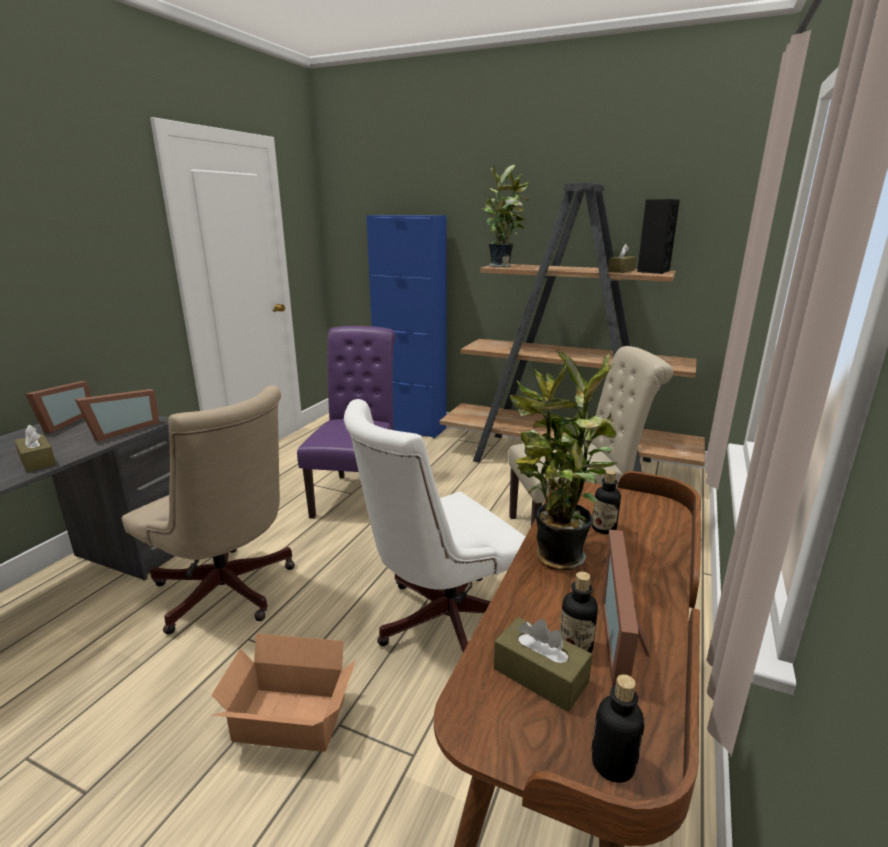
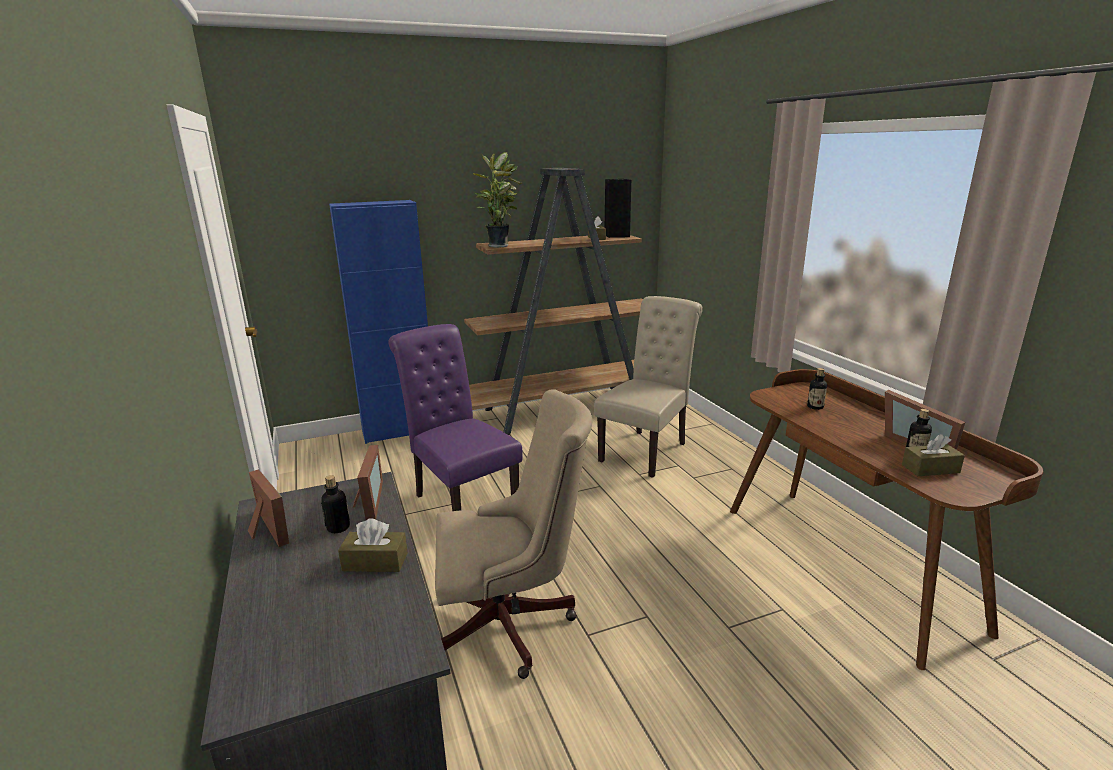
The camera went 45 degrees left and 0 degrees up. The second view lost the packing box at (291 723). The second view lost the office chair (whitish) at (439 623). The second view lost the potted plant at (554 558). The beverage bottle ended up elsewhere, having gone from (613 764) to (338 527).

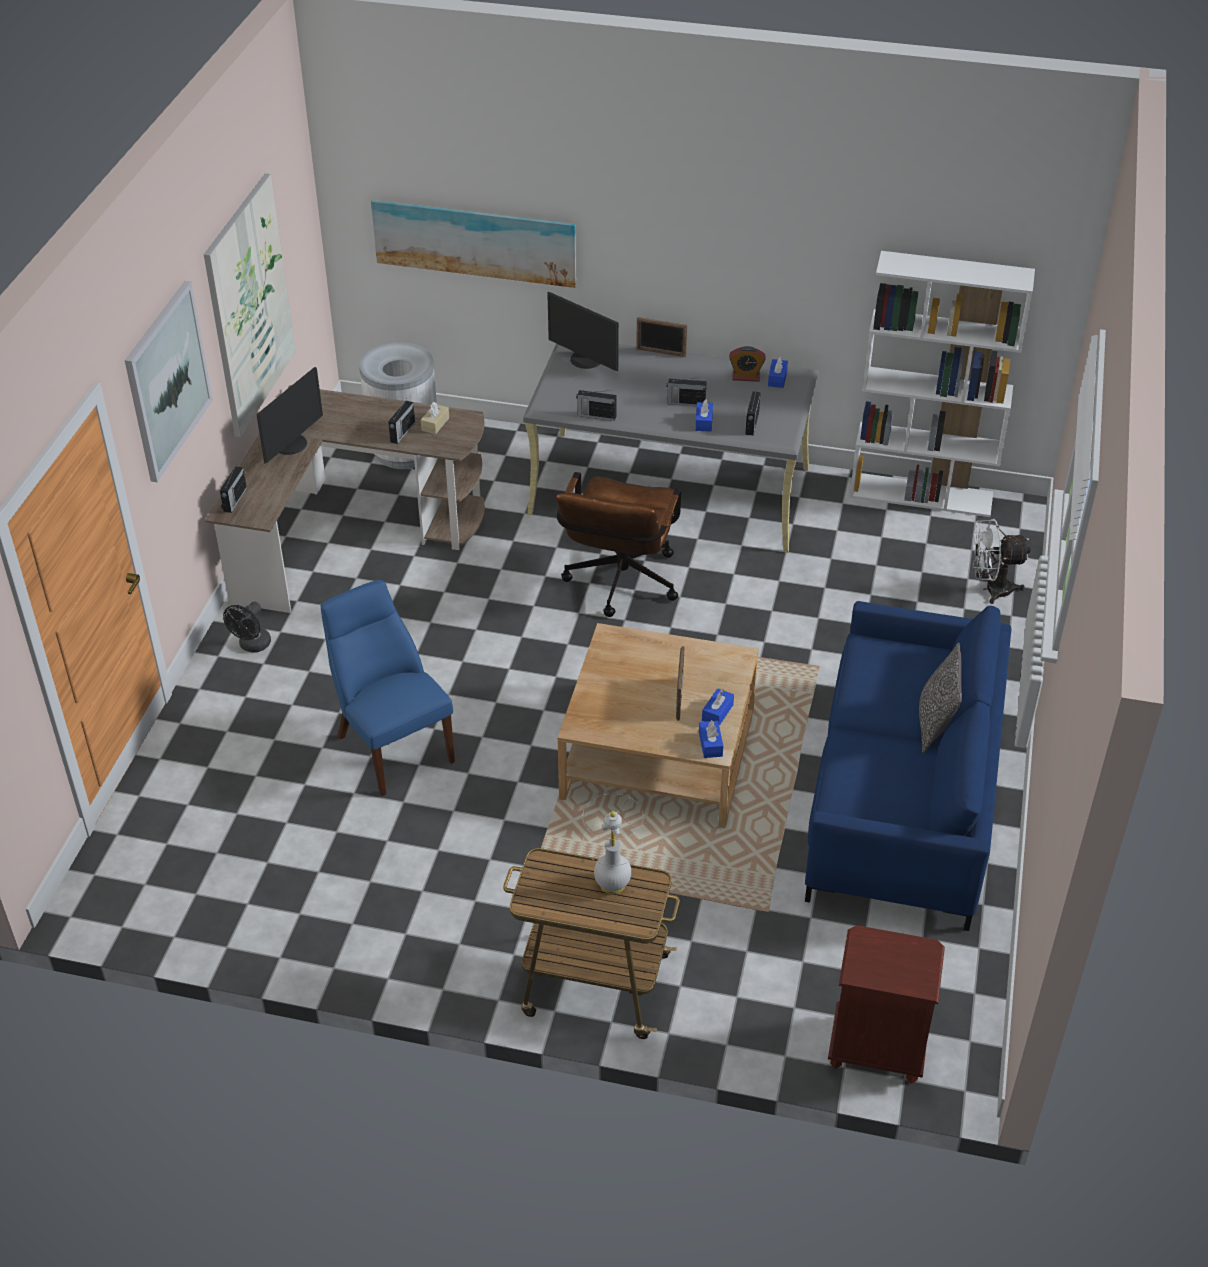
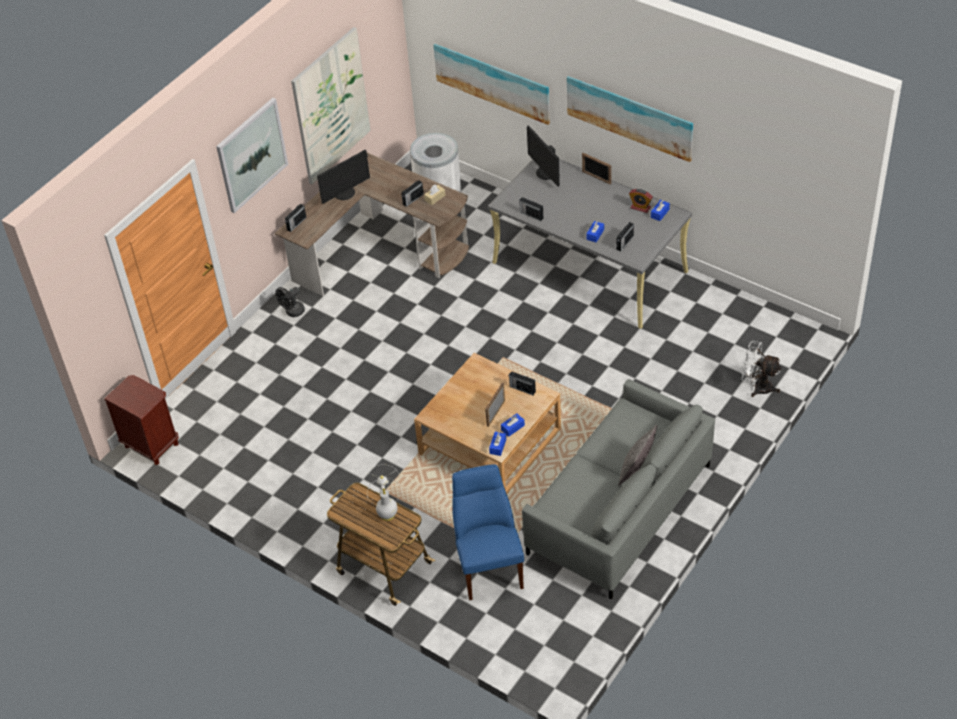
The camera went 25 degrees right and 5 degrees up. The chair (bluish) ended up elsewhere, having gone from (392 745) to (488 565). The second view lost the office chair (brown) at (619 586). The radio set ended up elsewhere, having gone from (685 403) to (522 389). What was the sofa (bluish) at (902 799) turned into the sofa (grey) at (618 509). The bedside table (brown) ended up elsewhere, having gone from (876 1049) to (151 445). The second view lost the bookcase (whitish) at (922 495). The second view gained the wall picture at (630 116).

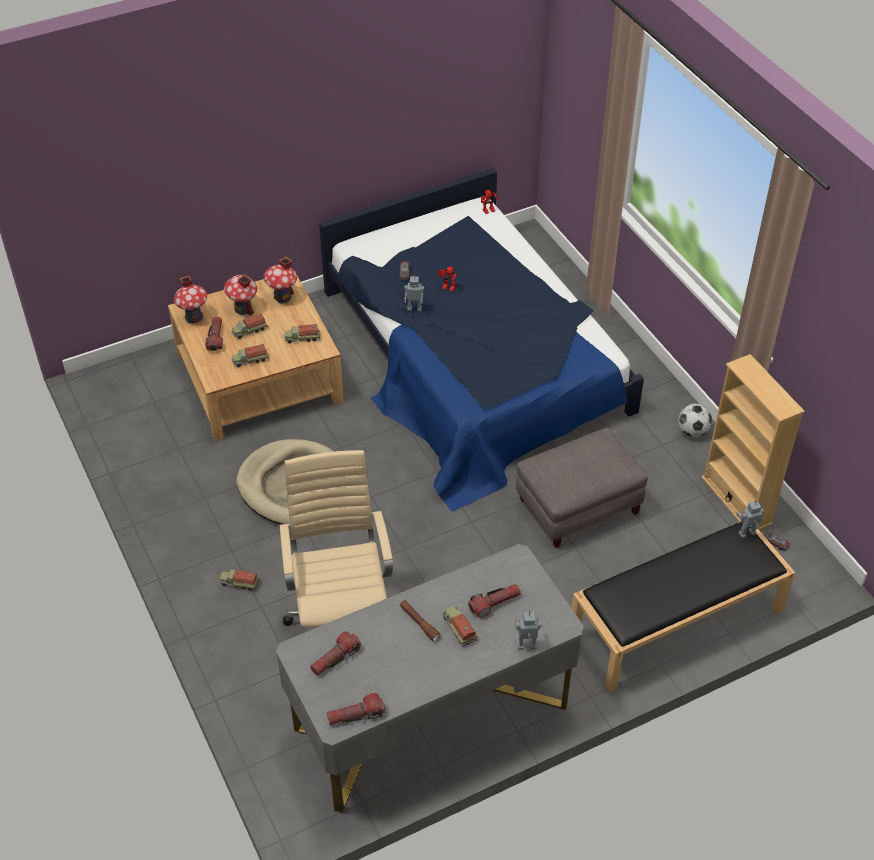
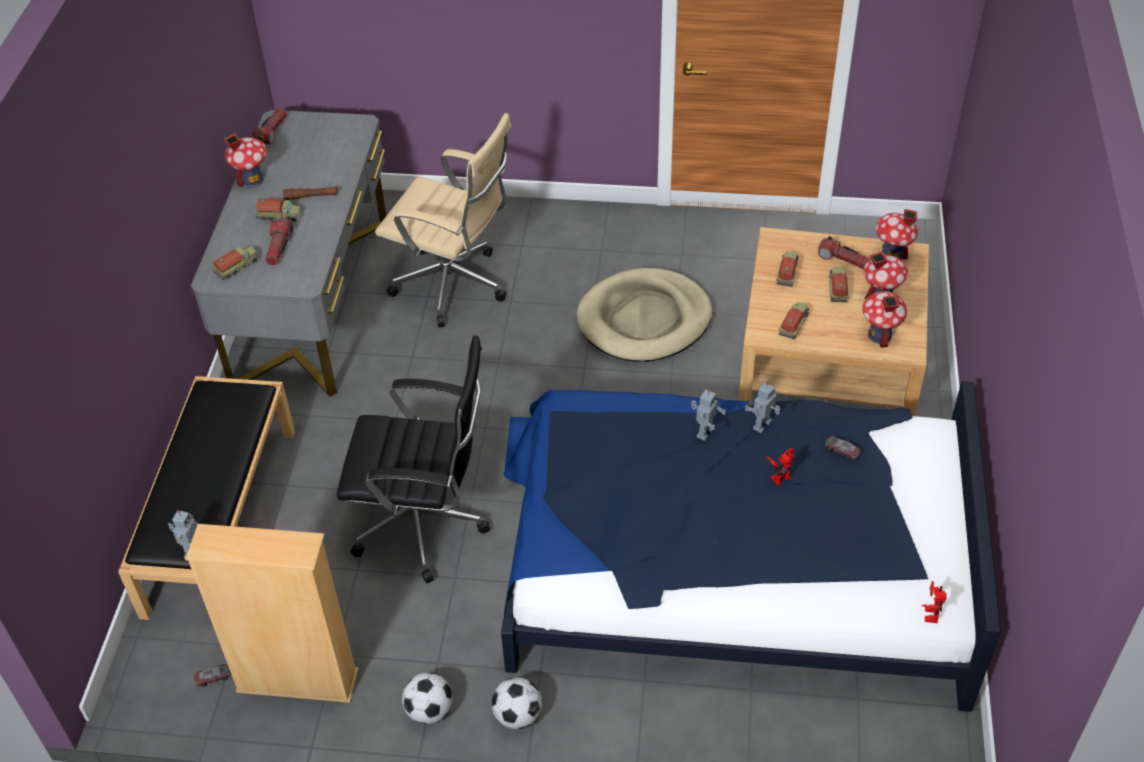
The camera went 125 degrees right and 0 degrees up. The toy truck ended up elsewhere, having gone from (239 583) to (237 267). The second view lost the torch at (335 658). Where the ottoman (grey) stood at (578 505), the office chair (black) came to stand at (426 527). The toy robot ended up elsewhere, having gone from (527 646) to (704 432). The second view gained the miniature house at (252 180). The second view gained the football ball at (518 715).

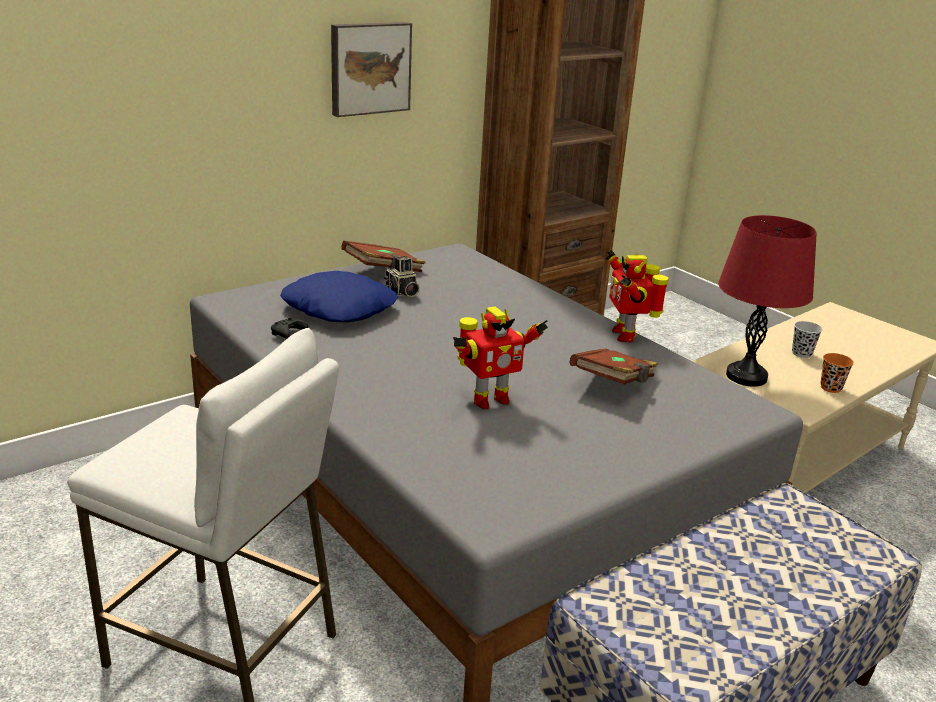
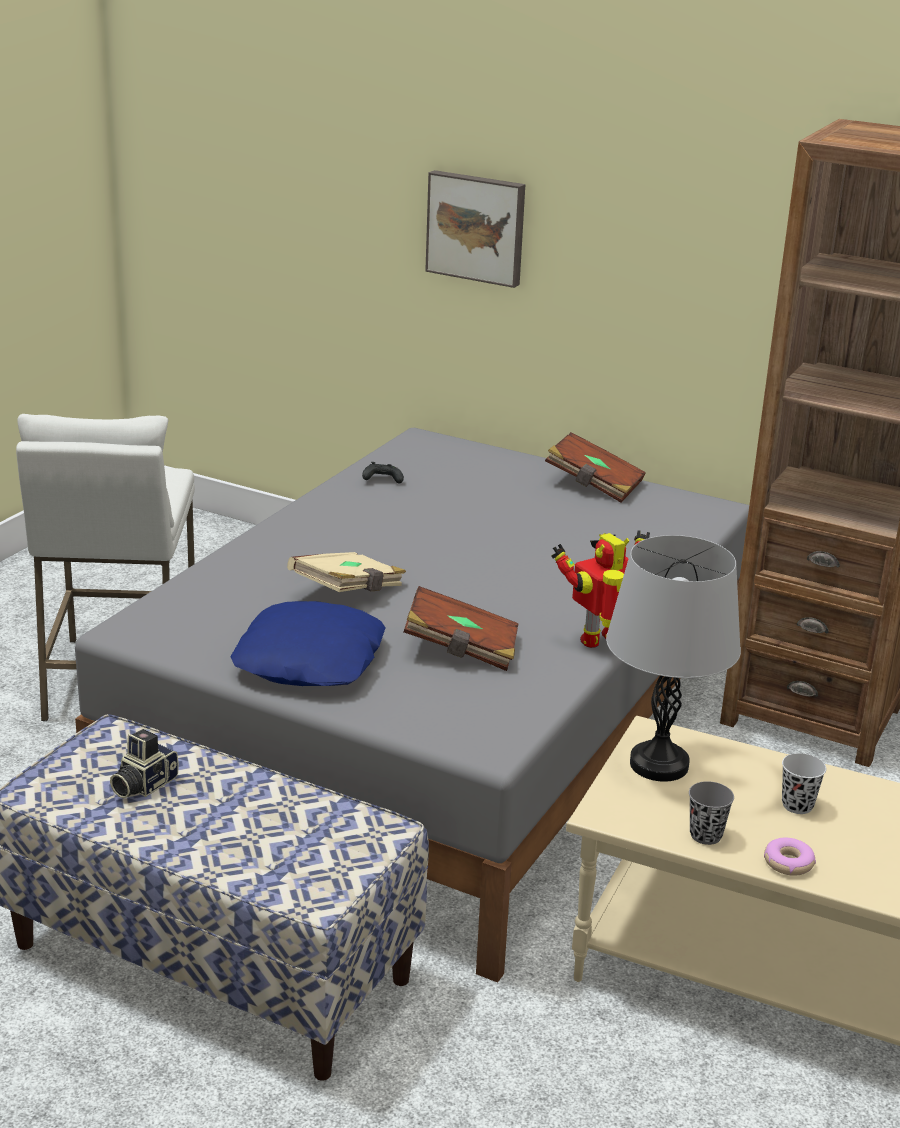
The camera went 65 degrees right and 0 degrees up. The cushion (bluish) ended up elsewhere, having gone from (340 308) to (311 660). The wall picture ended up elsewhere, having gone from (369 68) to (477 227). The still camera ended up elsewhere, having gone from (402 292) to (142 784). Where the toy robot stood at (488 400), the volume (beige) came to stand at (348 592). What was the tabletop lamp (red-coloured) at (746 377) turned into the tabletop lamp (grey) at (659 765). What was the drinking cup (orangey) at (830 388) turned into the drinking cup (grey) at (705 835). The second view gained the ring doughnut at (788 863).

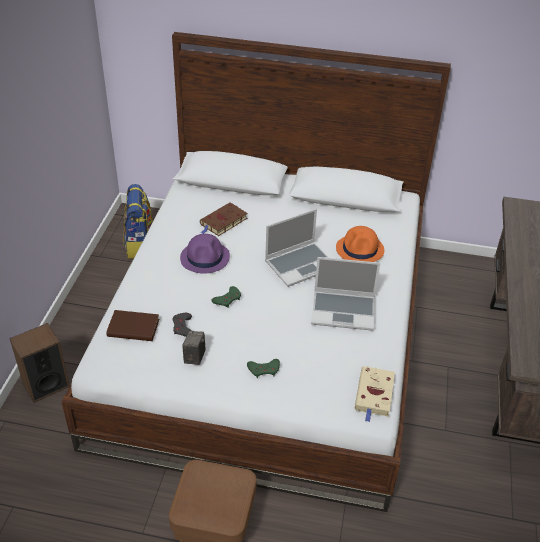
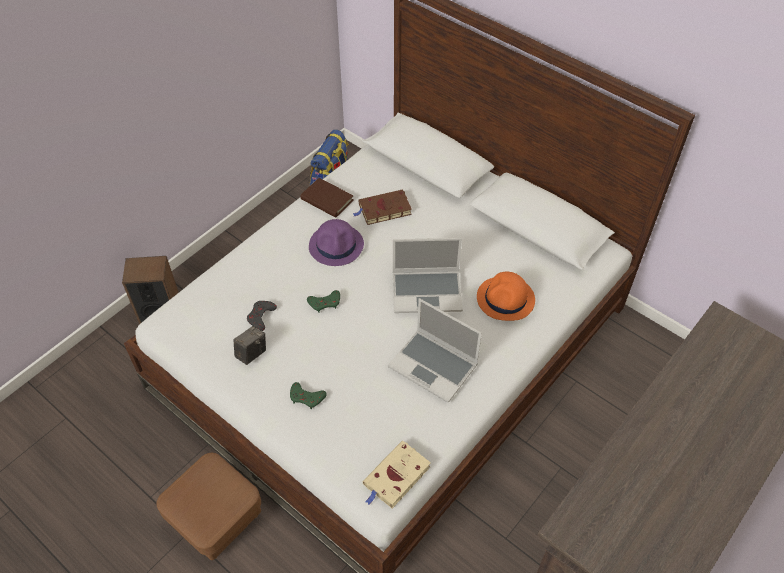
The camera went 30 degrees right and 10 degrees up. The volume (brown) ended up elsewhere, having gone from (133 328) to (327 200).

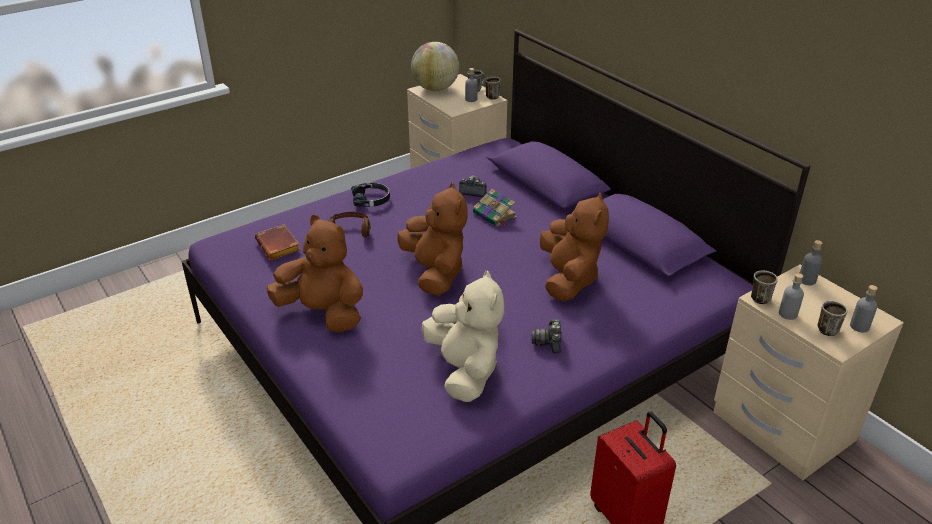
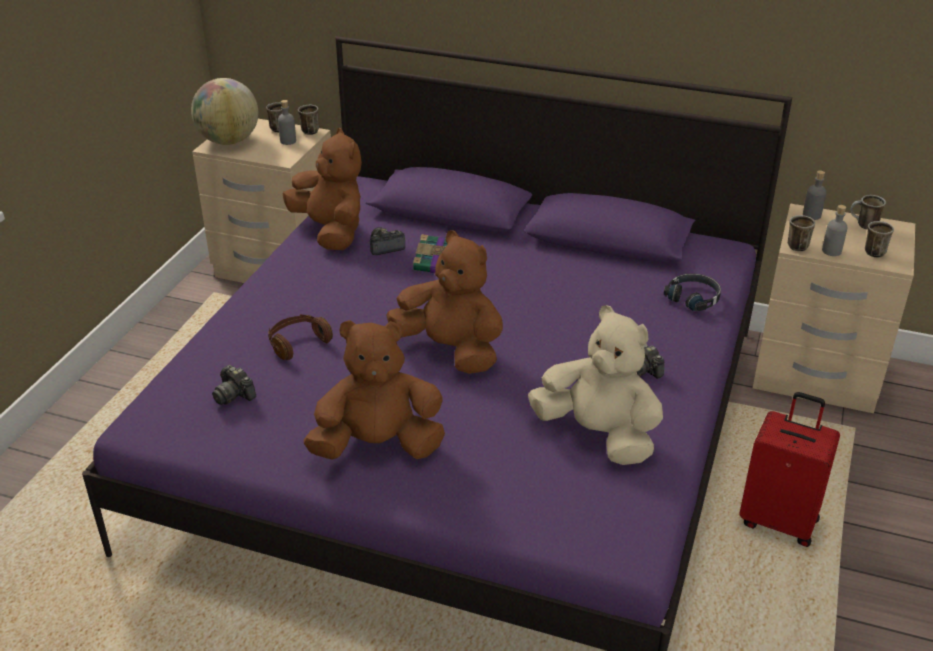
The camera went 35 degrees left and 0 degrees up. Where the volume (brown) stood at (280 246), the still camera came to stand at (234 394). The pair of headphones (black) ended up elsewhere, having gone from (371 200) to (693 298). The cuddly toy (brown) ended up elsewhere, having gone from (568 279) to (331 232). The second view lost the beverage bottle (grey) at (859 326). The second view gained the coffee mug at (863 225).

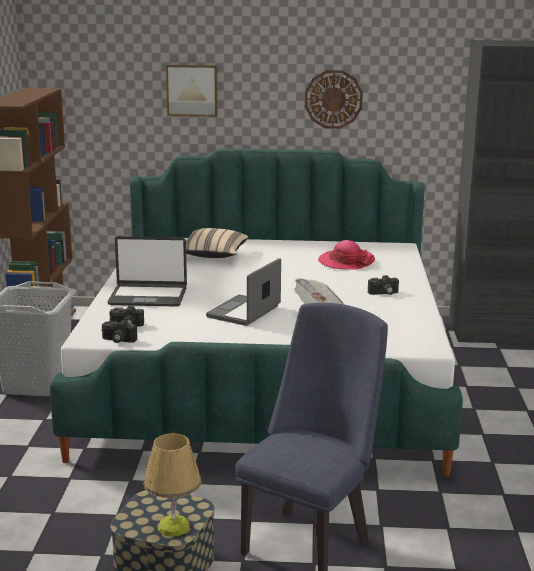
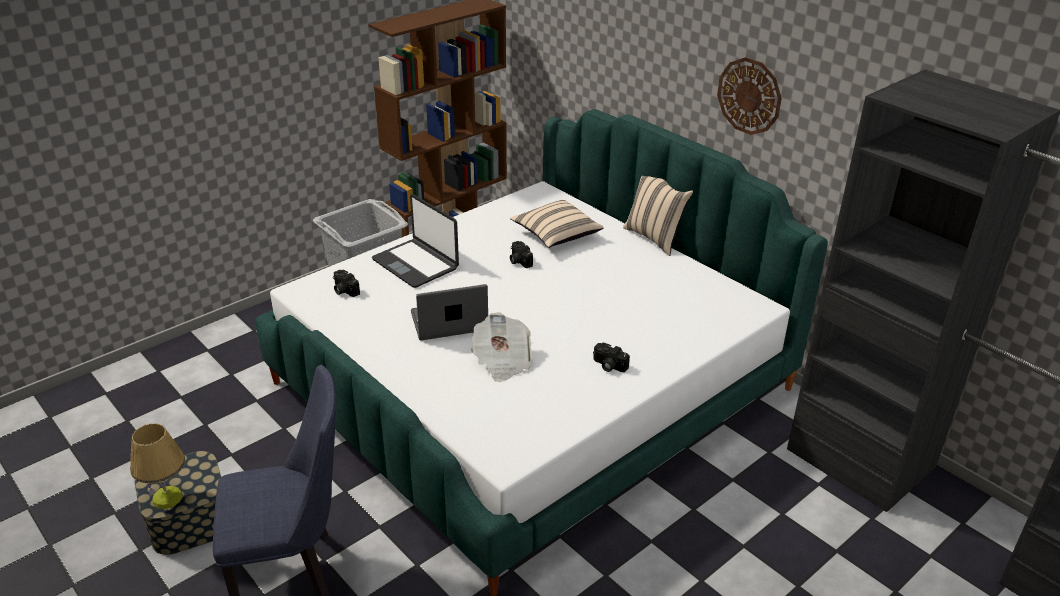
The camera went 45 degrees right and 15 degrees up. The still camera ended up elsewhere, having gone from (117 340) to (518 261). The second view lost the wall picture at (192 90). The second view lost the clothing hat at (346 262). The second view gained the cushion (beige) at (655 238).

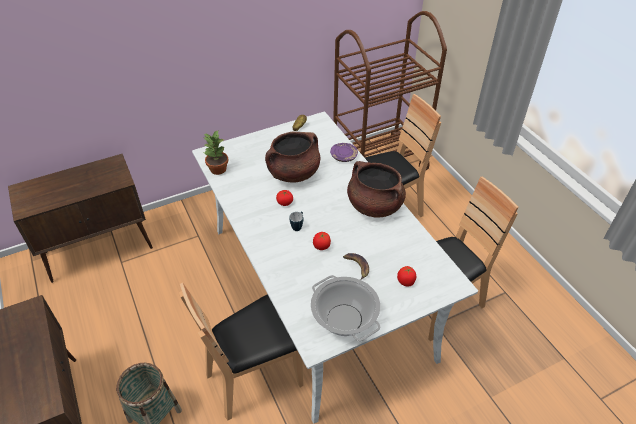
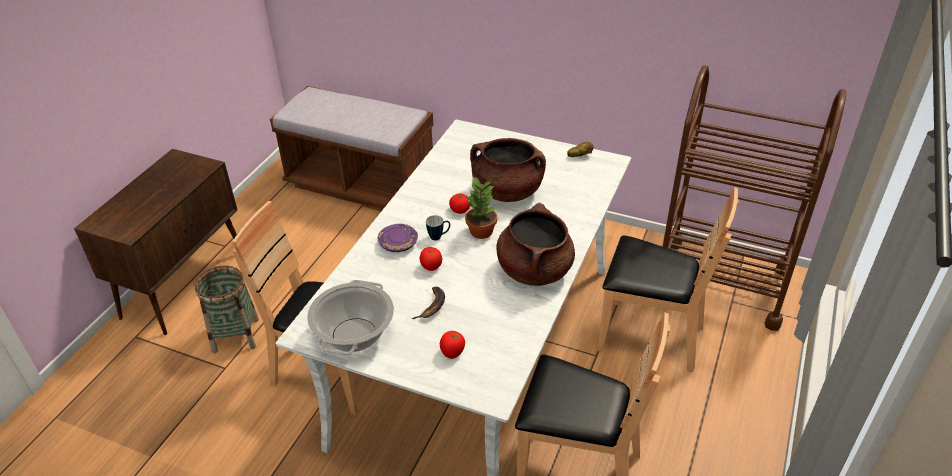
The camera went 50 degrees right and 5 degrees down. Where the storage cabinet (brown) stood at (100 249), the indoor bench (brown) came to stand at (361 184). The potted plant ended up elsewhere, having gone from (217 169) to (480 231). The flat dish (purple) ended up elsewhere, having gone from (344 156) to (398 243).

